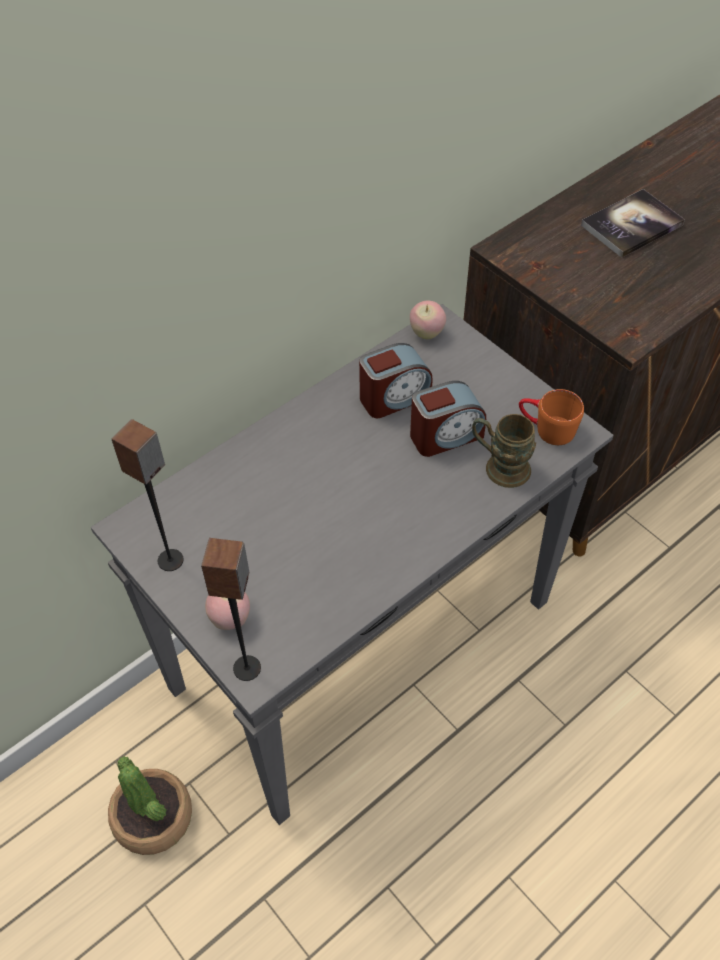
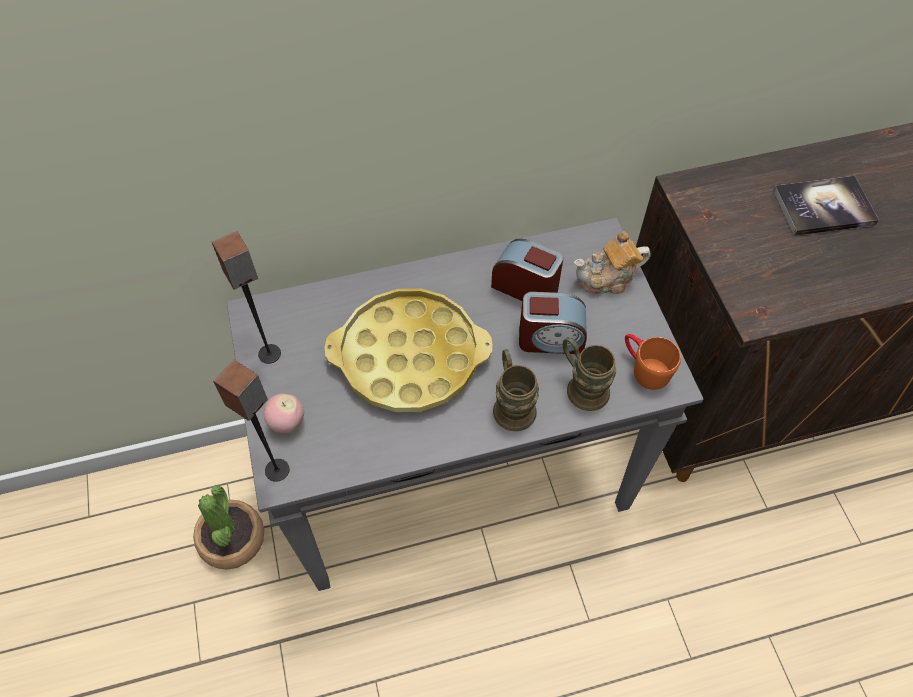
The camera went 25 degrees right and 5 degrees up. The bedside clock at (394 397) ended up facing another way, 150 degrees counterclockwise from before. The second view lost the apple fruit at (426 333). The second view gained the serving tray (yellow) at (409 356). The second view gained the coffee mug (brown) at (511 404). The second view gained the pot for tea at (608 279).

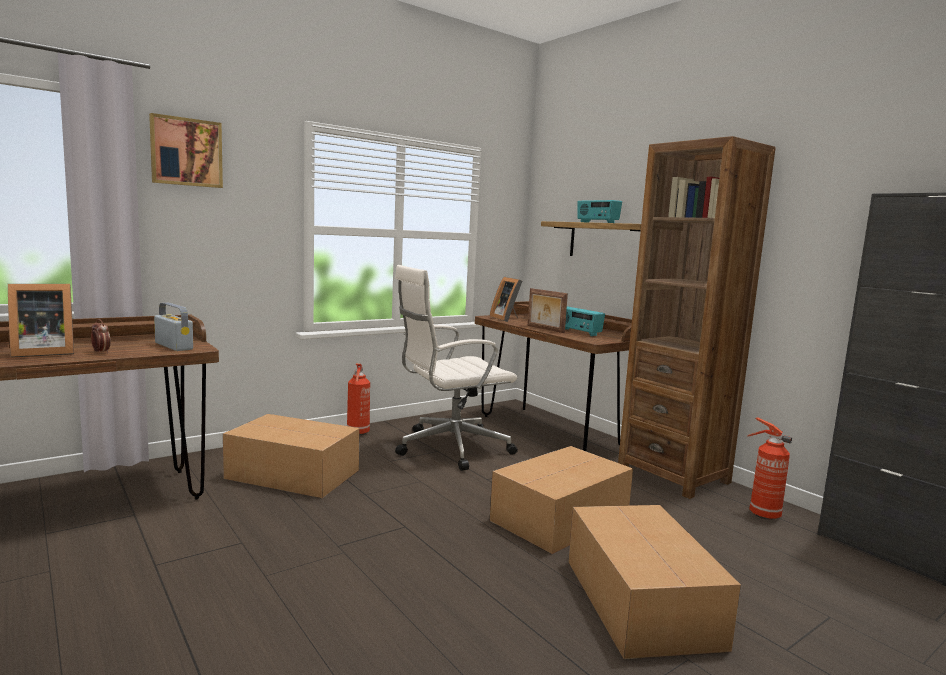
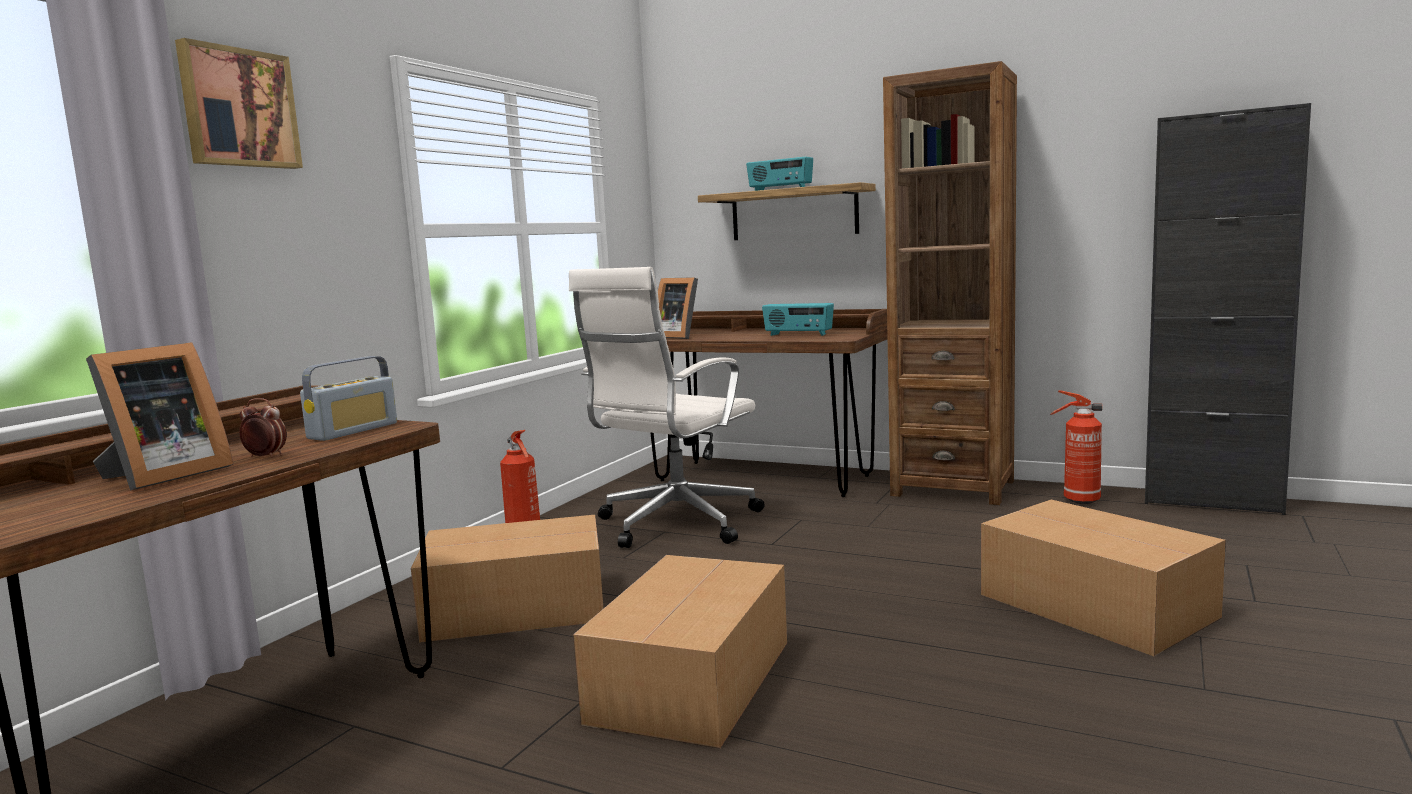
The camera went 25 degrees left and 0 degrees up. The radio set at (173 346) ended up facing another way, 105 degrees clockwise from before. The packing box ended up elsewhere, having gone from (562 518) to (695 679). The second view lost the standing frame at (544 329).

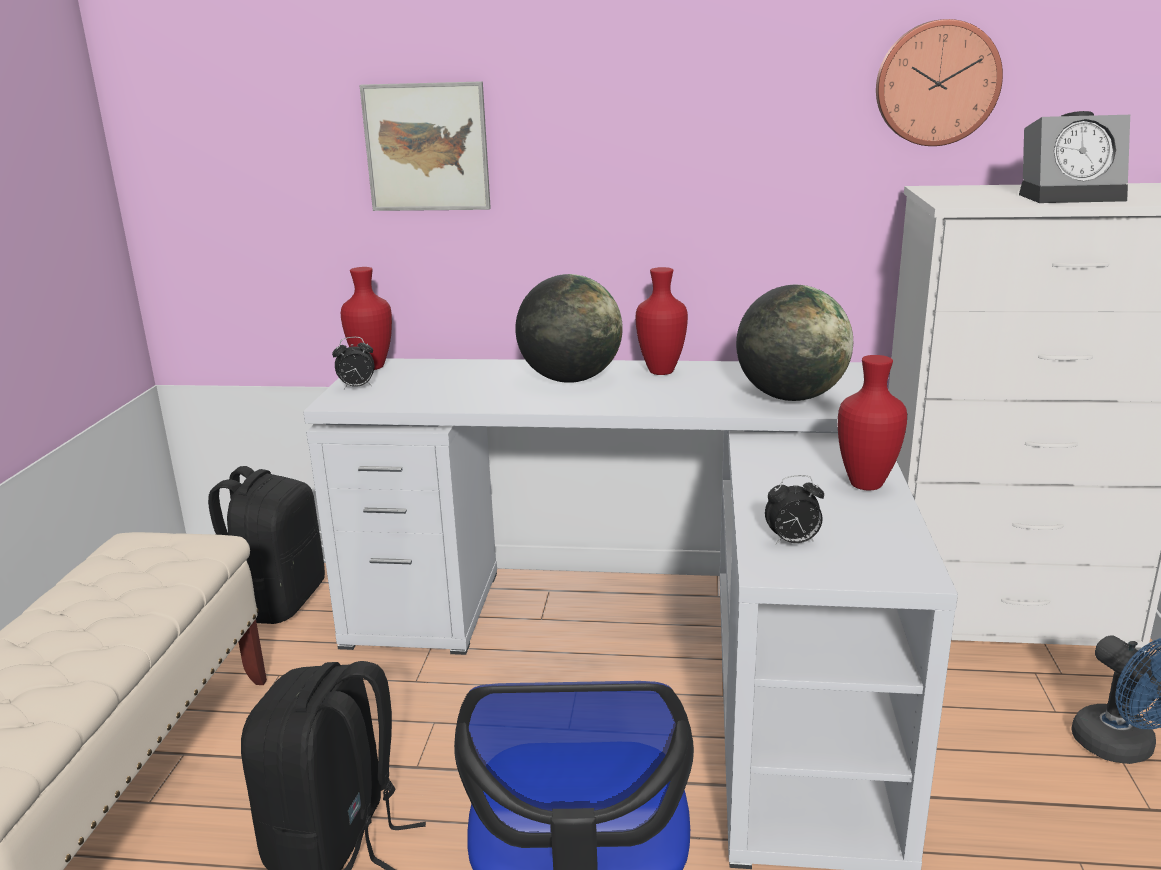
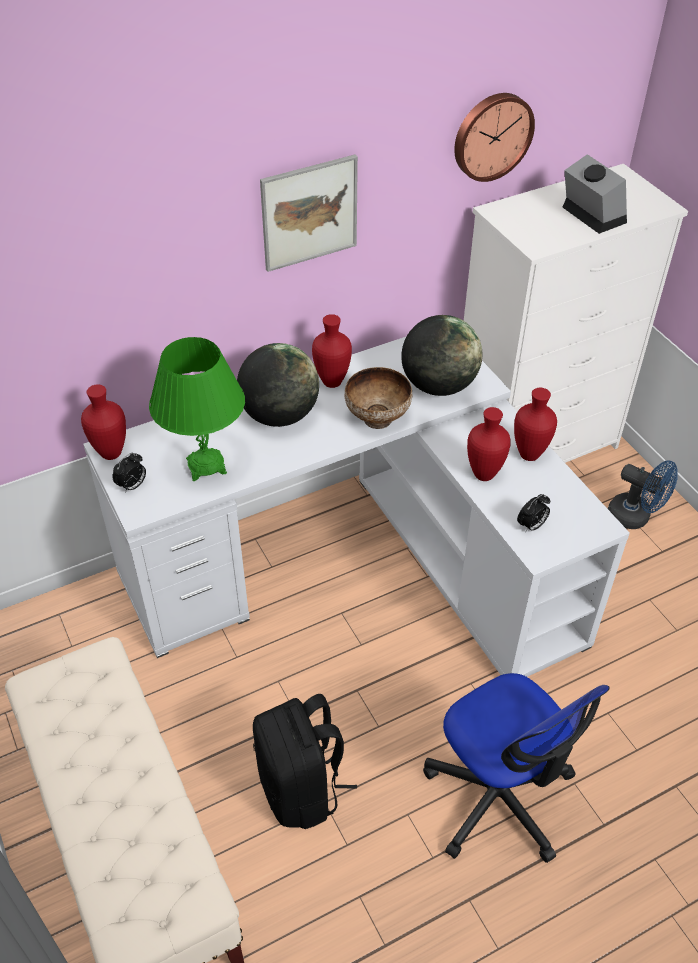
The camera went 35 degrees left and 25 degrees up. The second view lost the backpack (black) at (278 601). The wall picture ended up elsewhere, having gone from (427 147) to (309 213). The bedside clock at (1072 197) ended up facing another way, 90 degrees counterclockwise from before. The second view gained the tabletop lamp (greenish) at (206 466). The second view gained the deep dish at (378 418). The second view gained the vase (red-coloured) at (482 475).

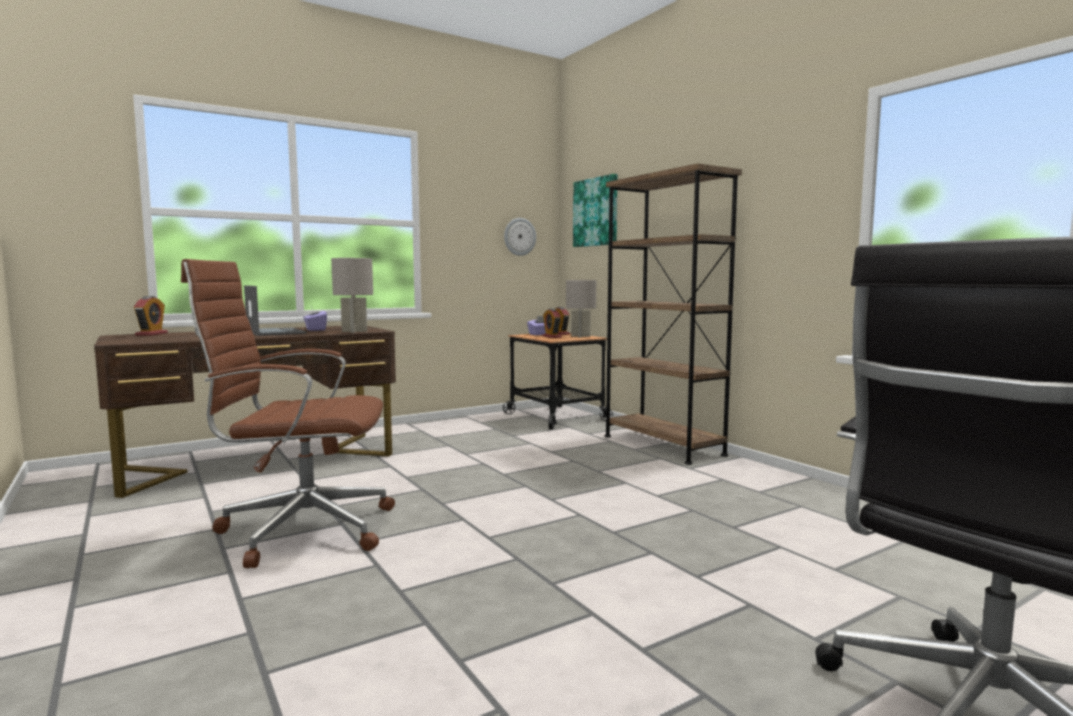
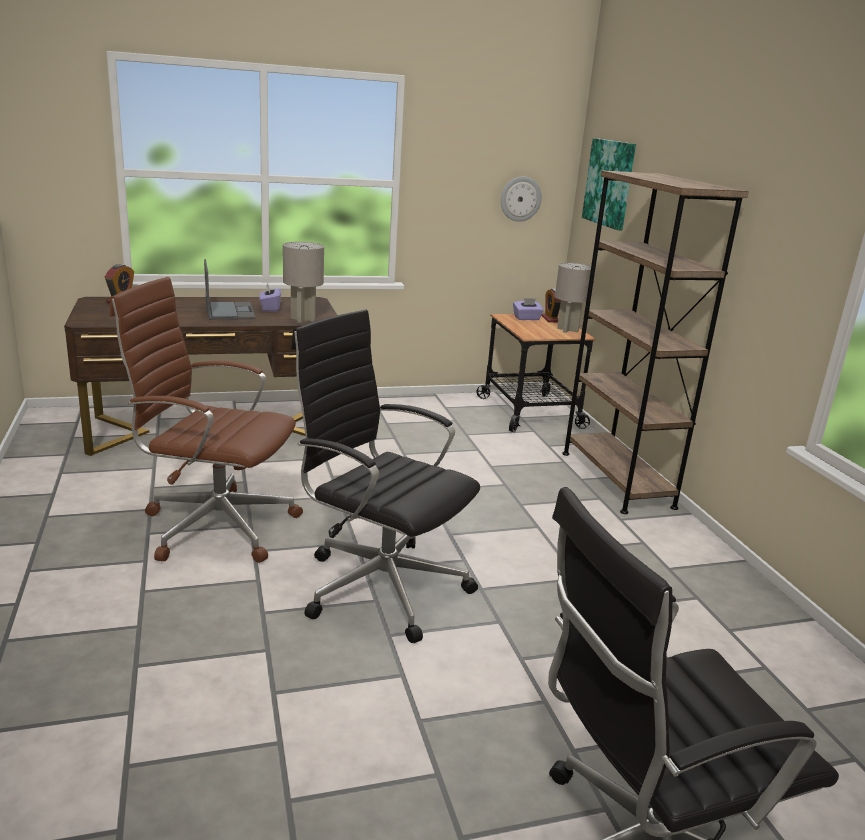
The camera went 15 degrees right and 15 degrees up. The second view lost the bedside clock at (551 337). The second view gained the office chair (black) at (380 585).

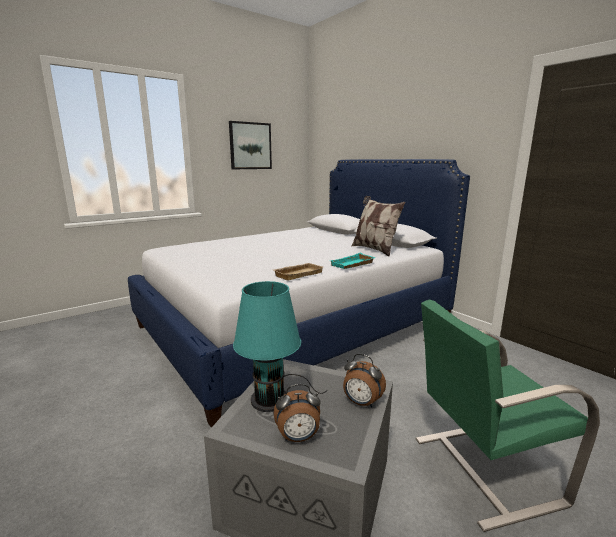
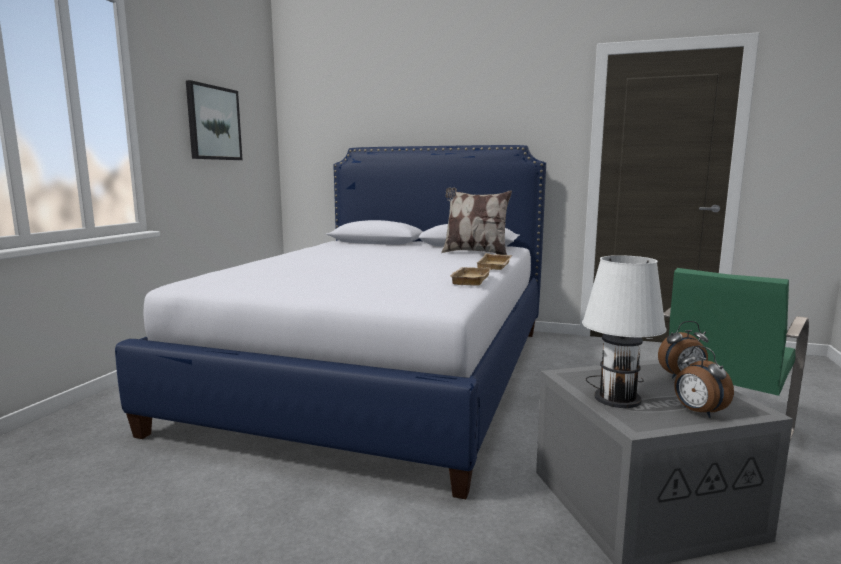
The camera went 35 degrees left and 5 degrees down. What was the tabletop lamp (turquoise) at (273 398) turned into the tabletop lamp (whitish) at (616 396). The bedside clock at (298 438) ended up facing another way, 105 degrees clockwise from before. What was the serving tray (turquoise) at (353 265) turned into the serving tray (beige) at (496 266).

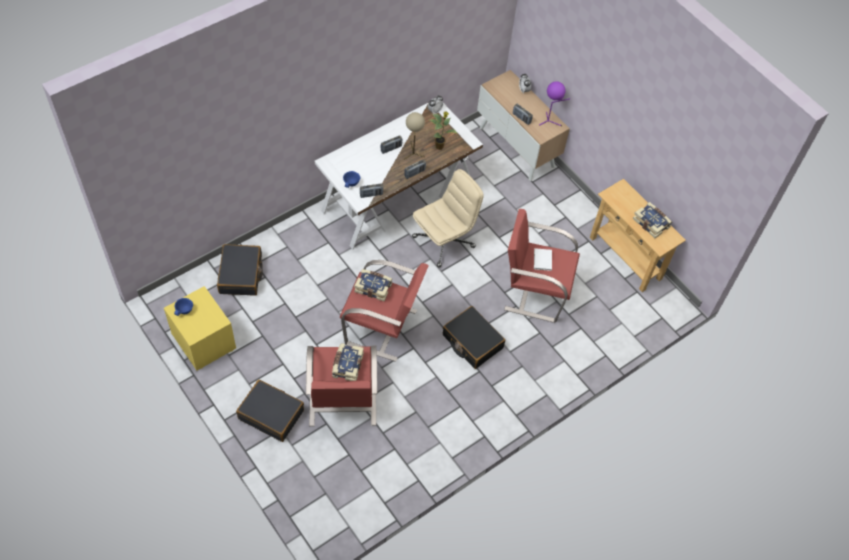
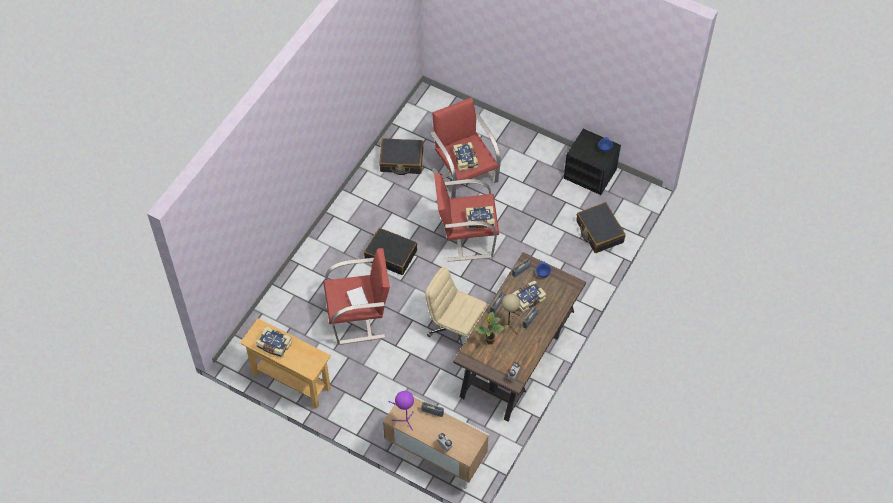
The camera went 160 degrees right and 0 degrees up. What was the bedside table (yellow) at (203 341) turned into the bedside table (black) at (590 174). The piece of luggage (black) ended up elsewhere, having gone from (271 414) to (401 161). What was the desk (whitish) at (397 196) turned into the desk (brown) at (518 354). The office chair (beige) at (444 241) ended up facing another way, 90 degrees clockwise from before. The second view gained the volume at (527 298).

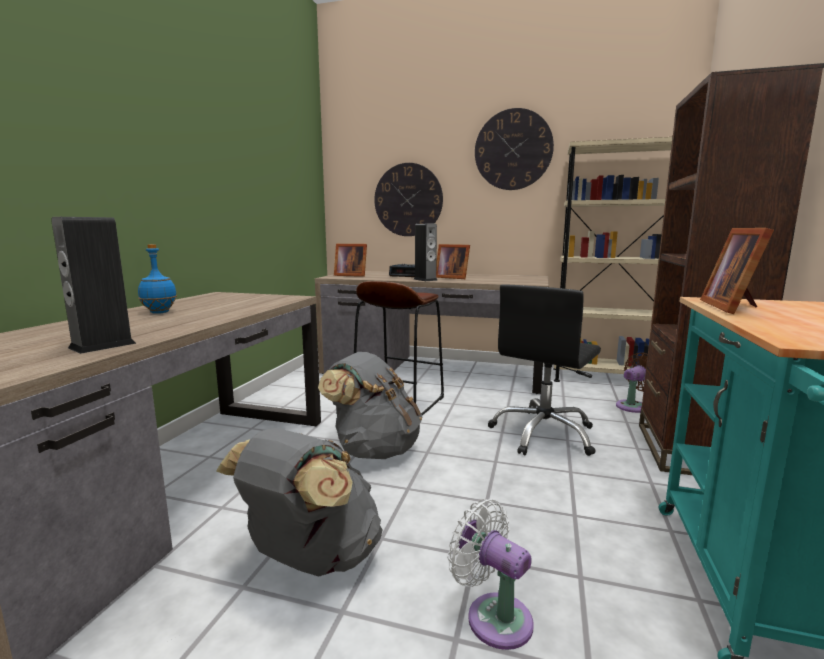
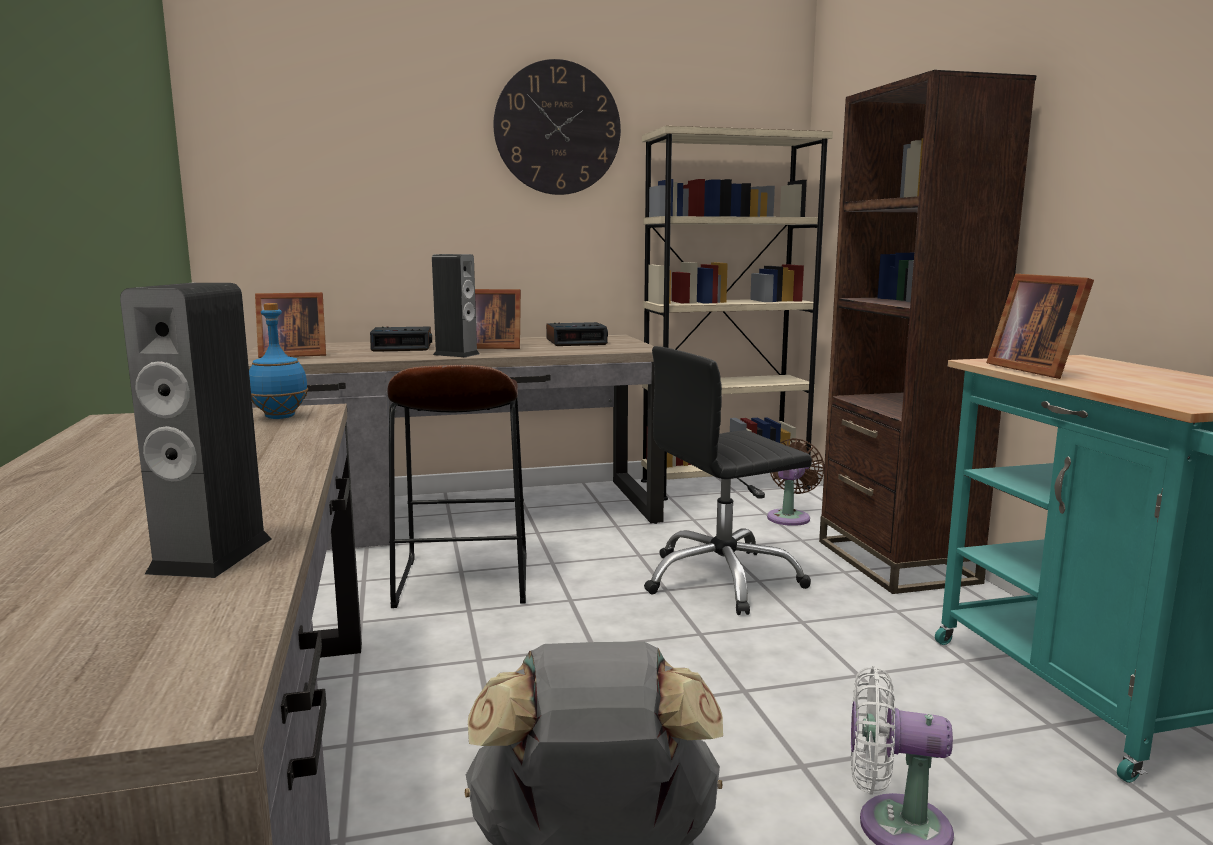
The camera went 30 degrees left and 0 degrees up. The beverage bottle (bluish) ended up elsewhere, having gone from (159 312) to (279 417). The second view lost the backpack (grey) at (374 450). The second view lost the wall clock at (408 200). The office chair (black) at (543 434) ended up facing another way, 60 degrees clockwise from before. The second view gained the bedside clock at (577 342).

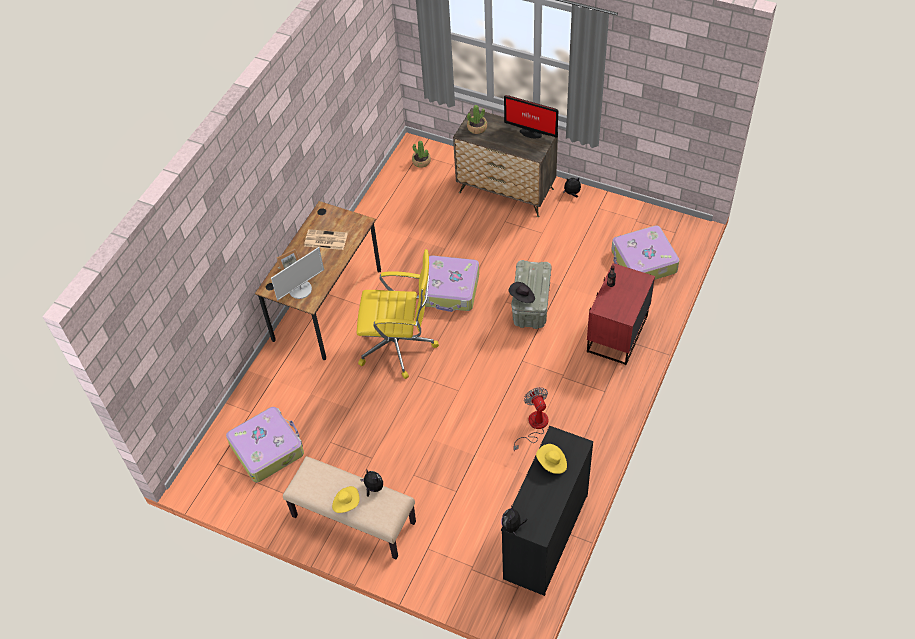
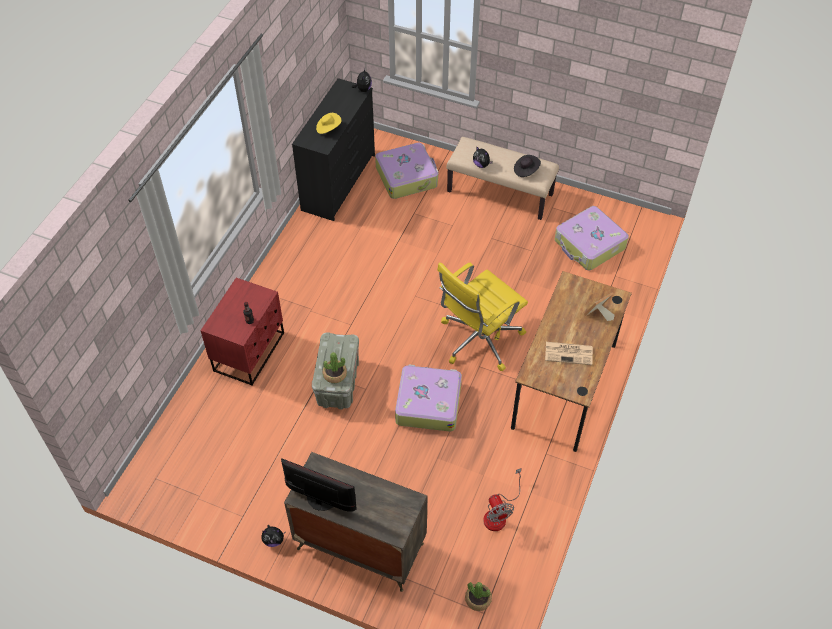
The camera went 175 degrees right and 0 degrees up. The second view lost the monitor at (300 289). The second view lost the clothing hat (yellow) at (346 503). The office chair (yellow) at (399 346) ended up facing another way, 45 degrees counterclockwise from before. The potted plant ended up elsewhere, having gone from (477 127) to (335 374). The clothing hat (black) ended up elsewhere, having gone from (522 297) to (526 170). The electric fan ended up elsewhere, having gone from (534 426) to (498 513). The piece of luggage ended up elsewhere, having gone from (643 262) to (407 176).

